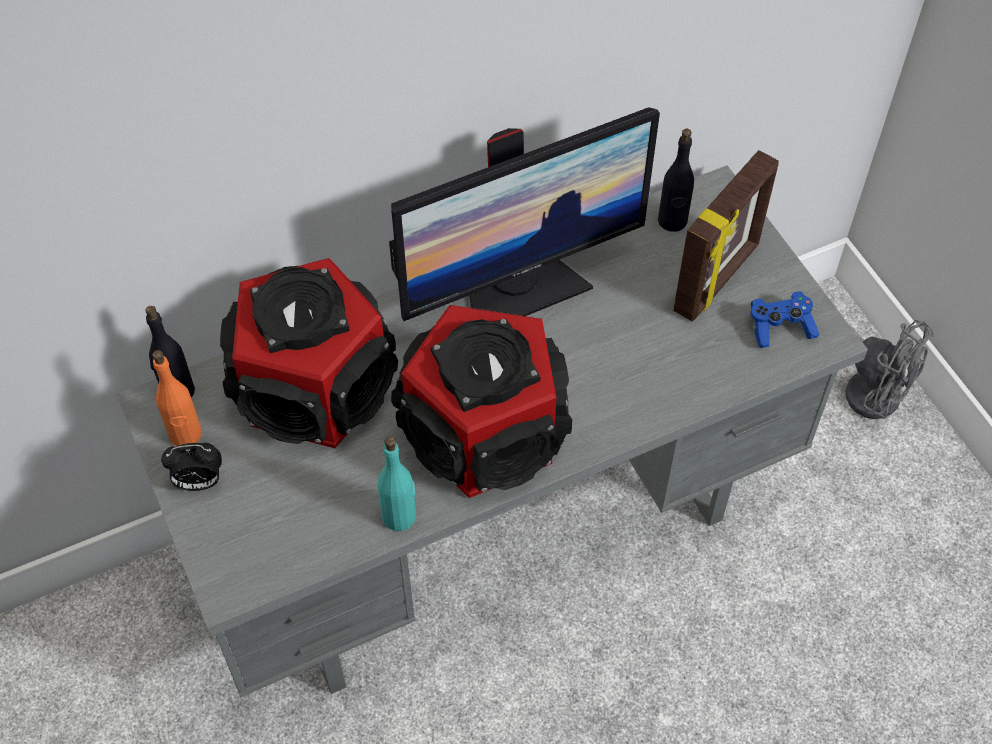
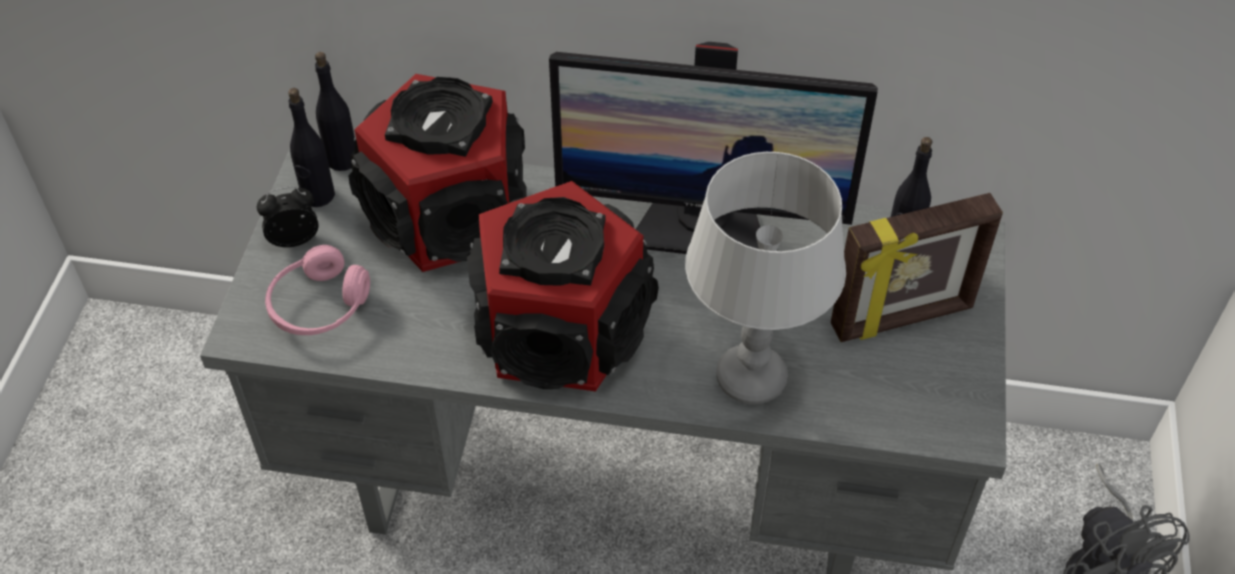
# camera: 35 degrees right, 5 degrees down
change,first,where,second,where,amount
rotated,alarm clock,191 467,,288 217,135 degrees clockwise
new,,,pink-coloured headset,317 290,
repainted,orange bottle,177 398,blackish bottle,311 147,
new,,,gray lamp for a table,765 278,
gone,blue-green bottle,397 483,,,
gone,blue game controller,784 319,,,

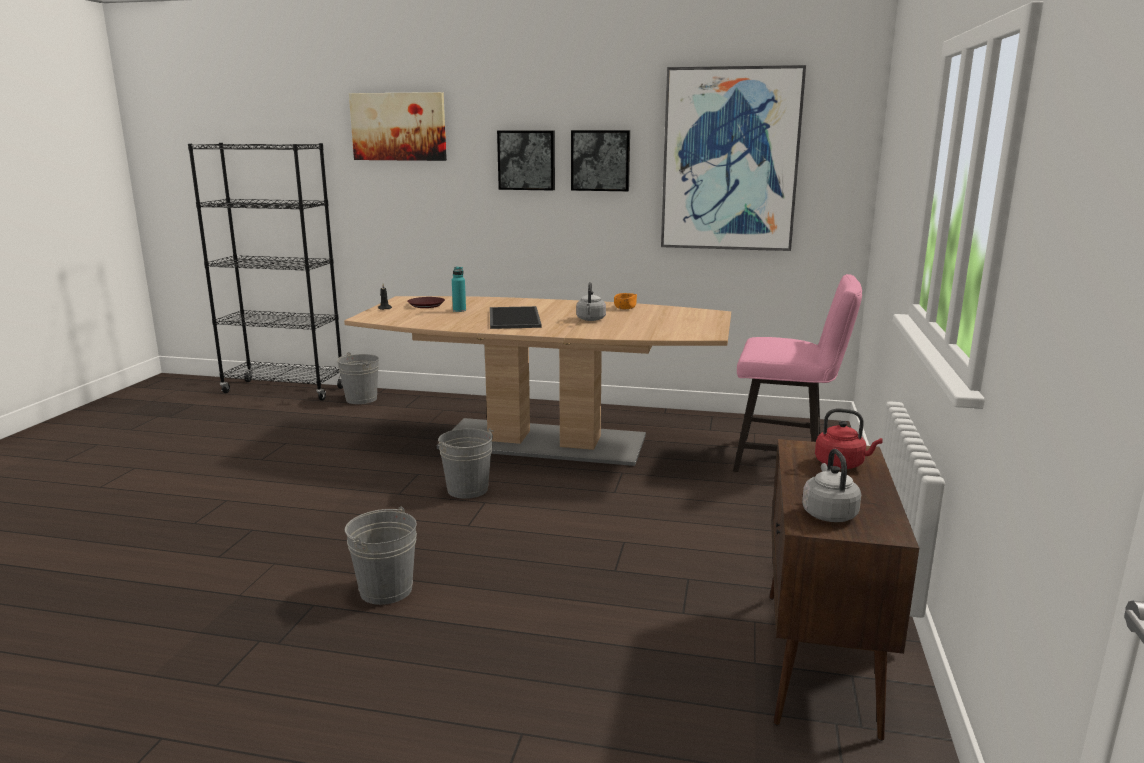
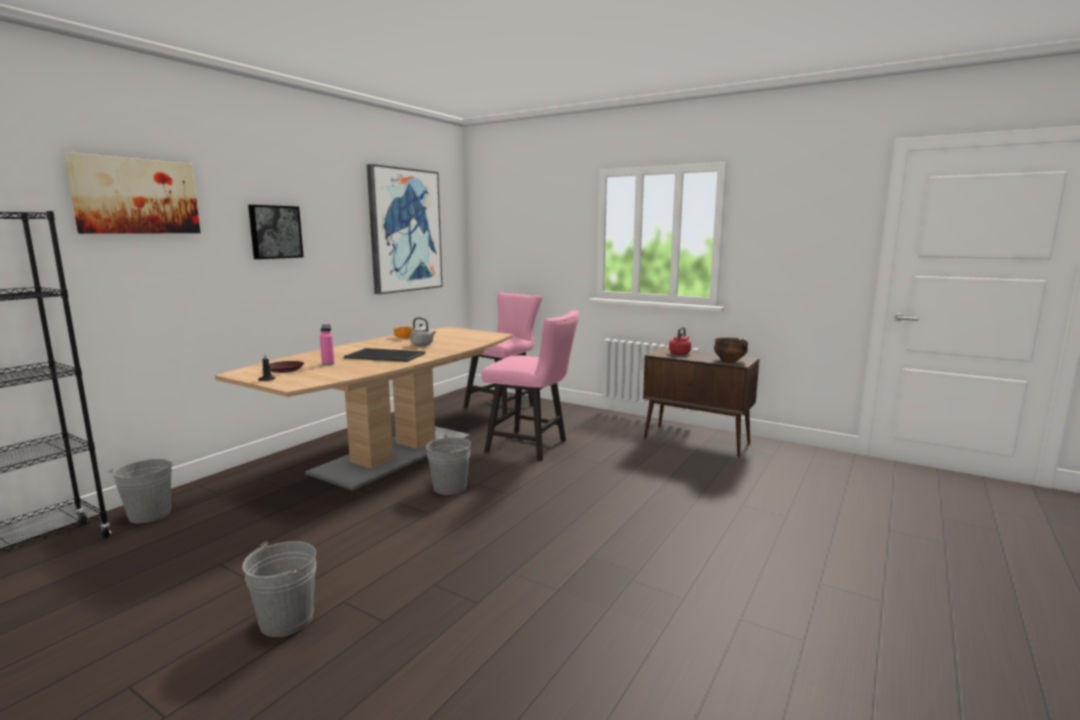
# camera: 70 degrees left, 5 degrees down
change,first,where,second,where,amount
shifted,gray bucket,381 555,,279 589,
repainted,blue-green bottle,459 289,pink-coloured bottle,327 344,
new,,,pink-coloured upright chair,530 385,
swapped,gray kettle,831 485,serving bowl,731 350,
gone,wall picture,600 160,,,

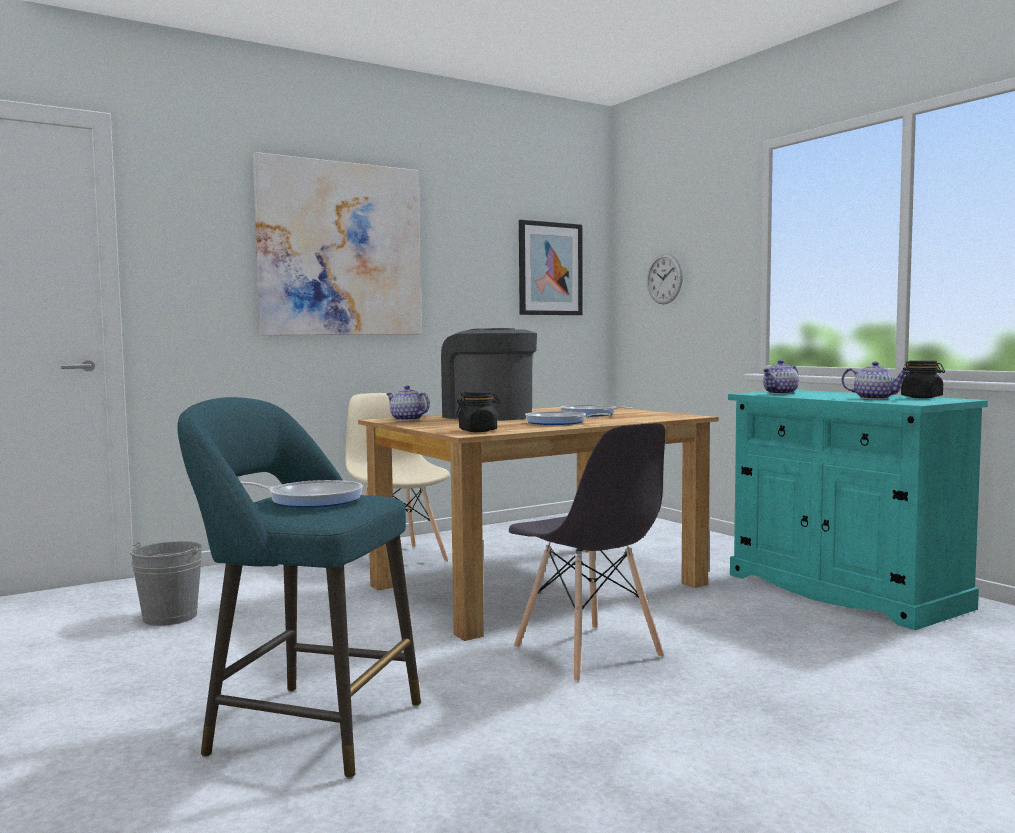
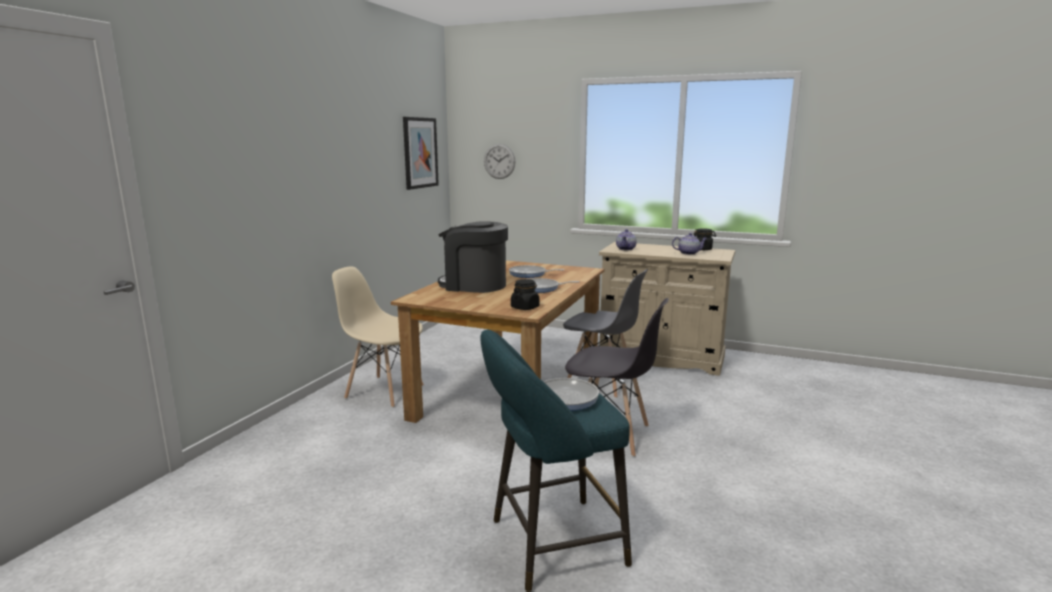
# camera: 35 degrees left, 10 degrees up
change,first,where,second,where,amount
new,,,gray upright chair,605 333,
repainted,blue-green cupboard,858 510,sand-coloured cupboard,667 309,
gone,gray bucket,166 583,,,
gone,wall picture,337 243,,,
gone,pot for tea,408 403,,,

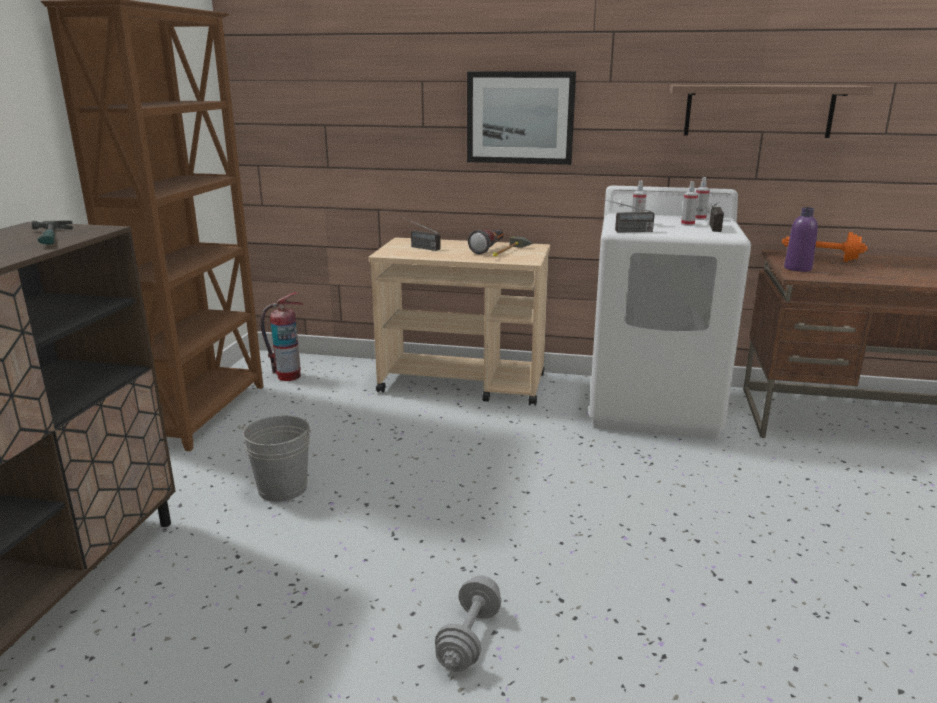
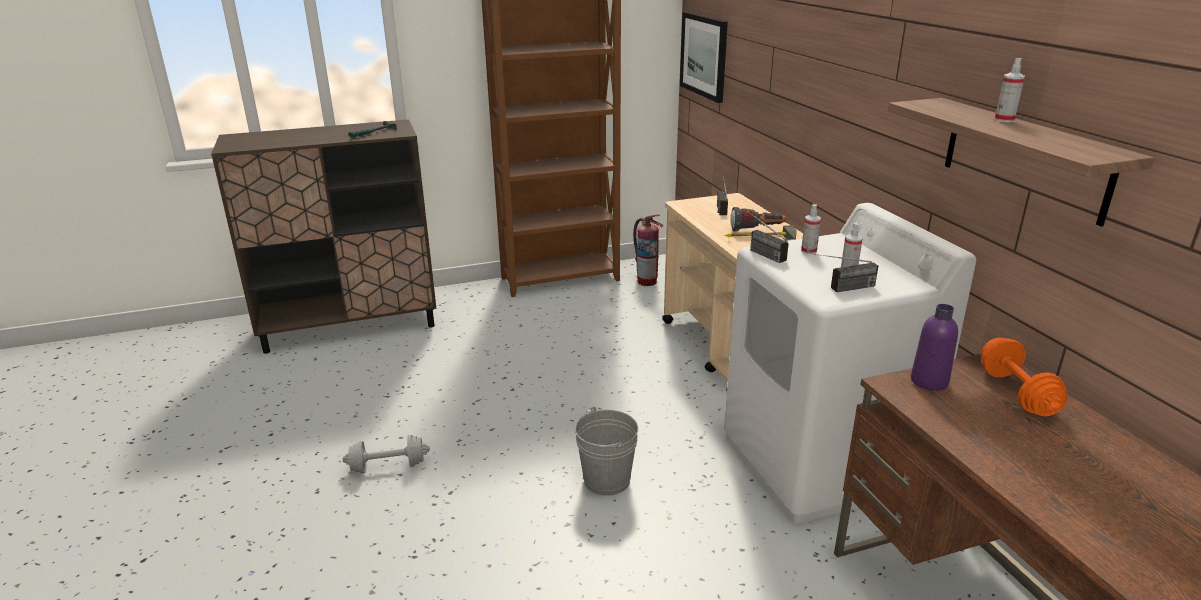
# camera: 60 degrees right, 5 degrees up
change,first,where,second,where,amount
shifted,gray bucket,275 459,,606 451,
shifted,wall picture,521 118,,704 57,
shifted,spray bottle,702 198,,1010 90,

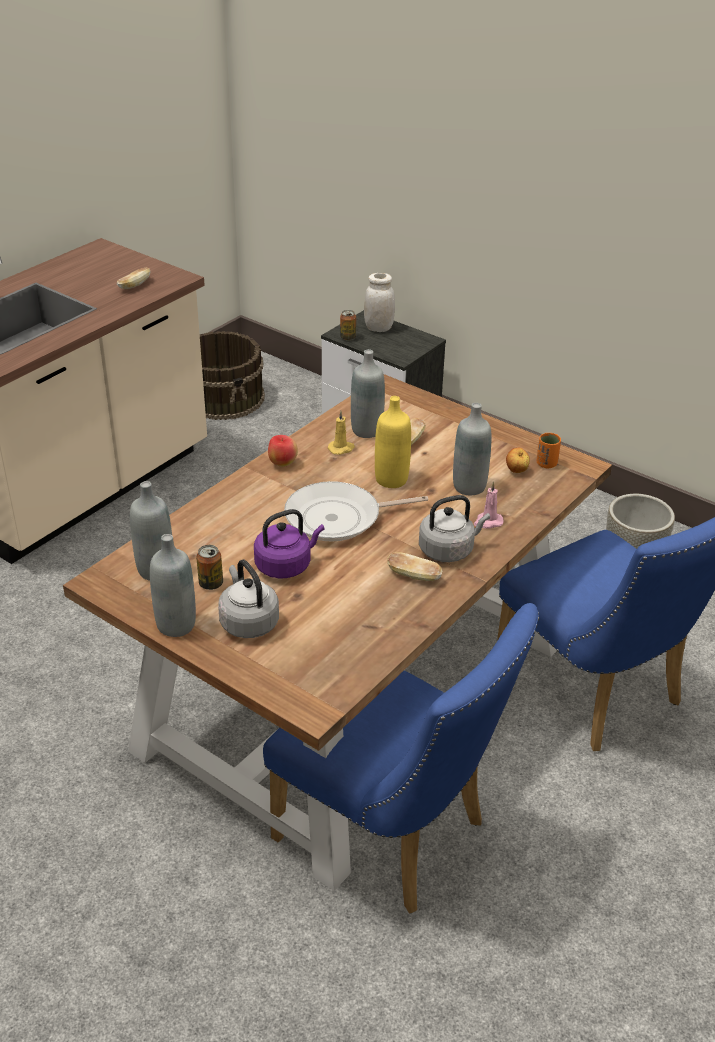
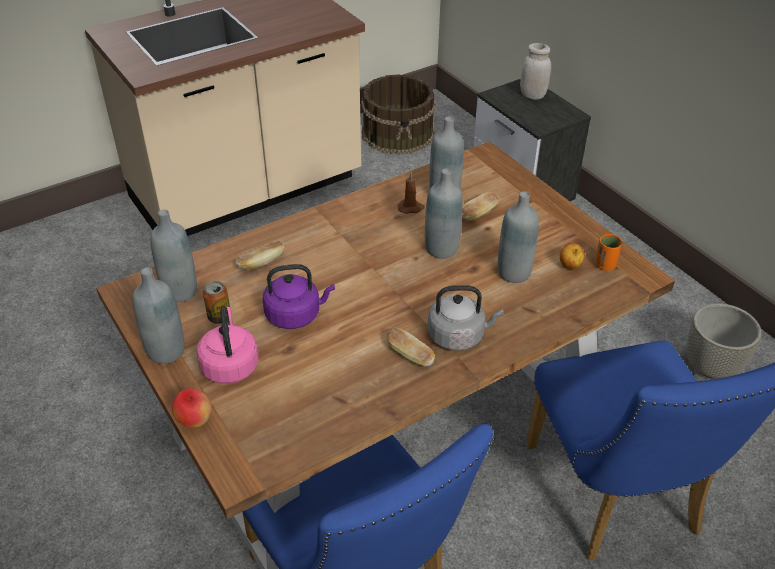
# camera: 20 degrees right, 5 degrees up
change,first,where,second,where,amount
shifted,whole apple,283 451,,192 408,
repainted,gray kettle,248 599,pink-coloured kettle,228 345,
shifted,bread,134 278,,260 255,
repainted,yellow-coloured wax candle,341 433,brown wax candle,411 193,
repainted,yellow-coloured bottle,393 442,gray bottle,444 213,
gone,pan,356 511,,,
gone,can,348 325,,,
gone,pink-coloured wax candle,489 505,,,

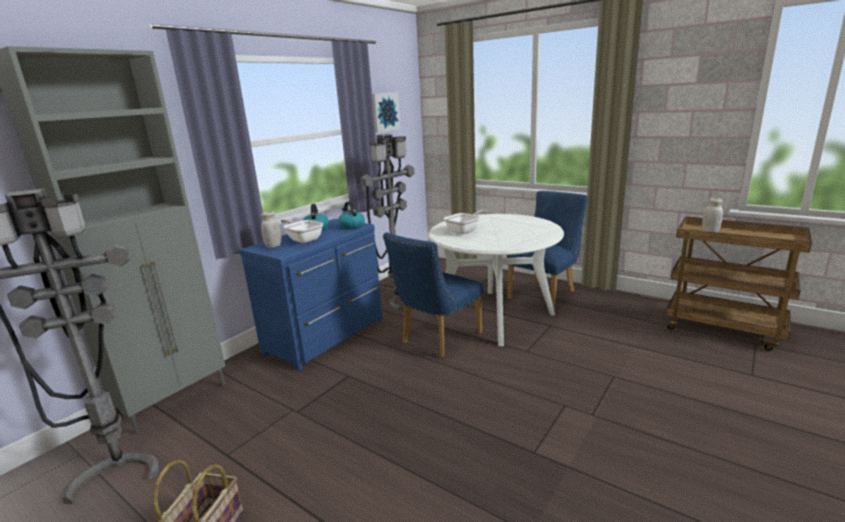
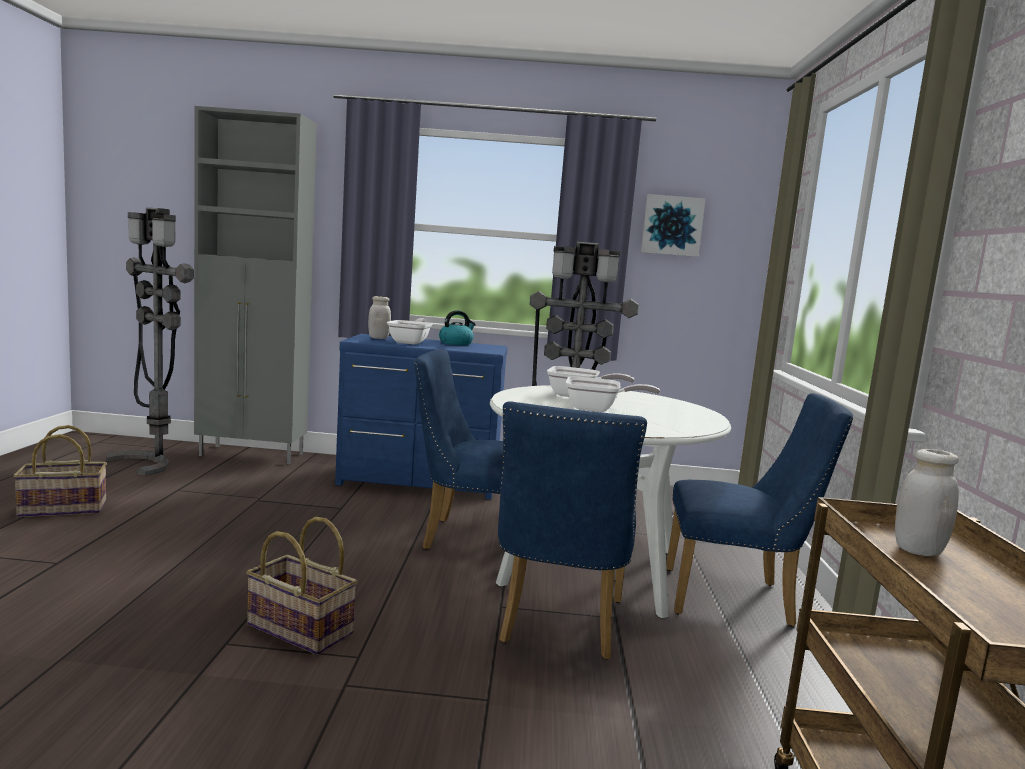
# camera: 55 degrees right, 10 degrees down
change,first,where,second,where,amount
new,,,household basket,301 586,
new,,,blue upright chair,572 530,
new,,,pan,613 394,
gone,kettle,351 215,,,

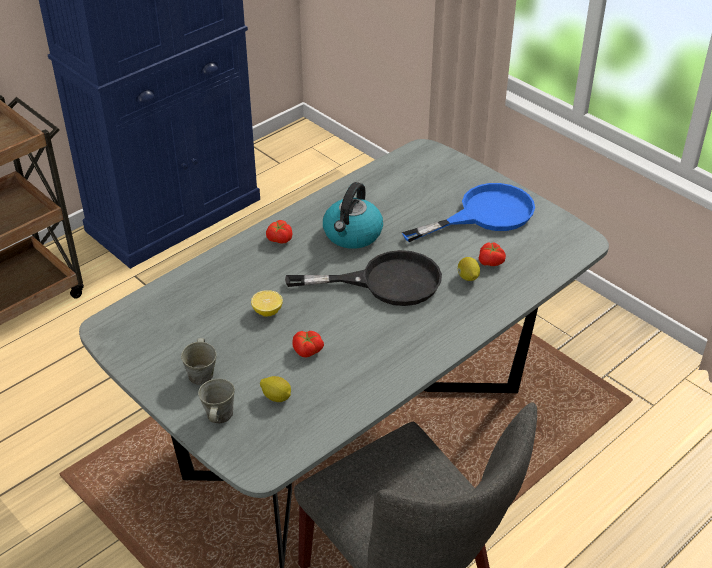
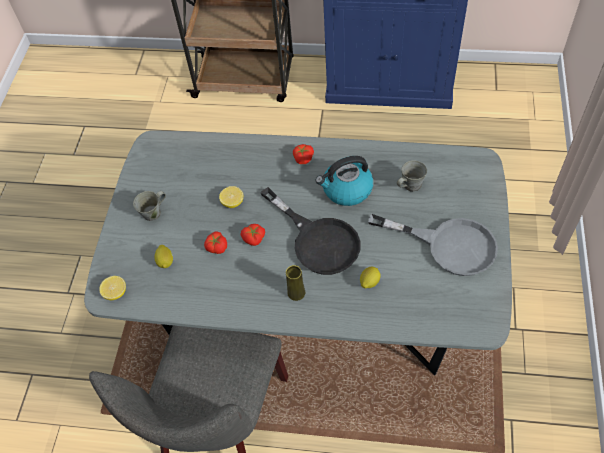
# camera: 55 degrees right, 15 degrees up
change,first,where,second,where,amount
new,,,whole lemon,112 288,
shifted,fresh tomato,492 254,,252 235,
new,,,yellow-coloured vase,295 283,
repainted,blue pan,468 212,gray pan,433 245,
shifted,gray coffee mug,216 401,,412 176,

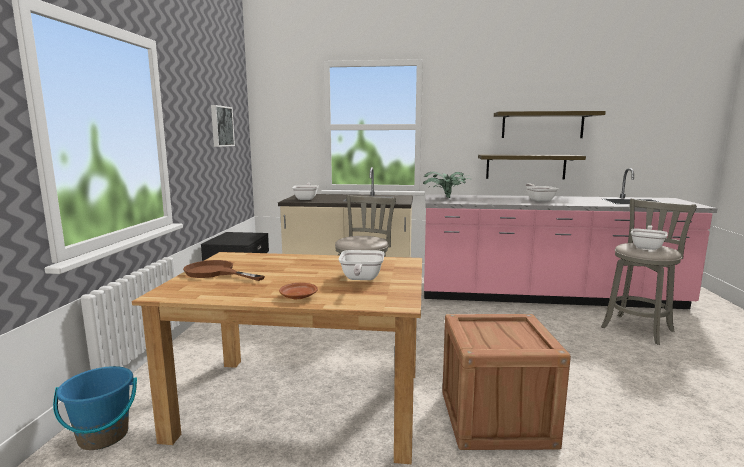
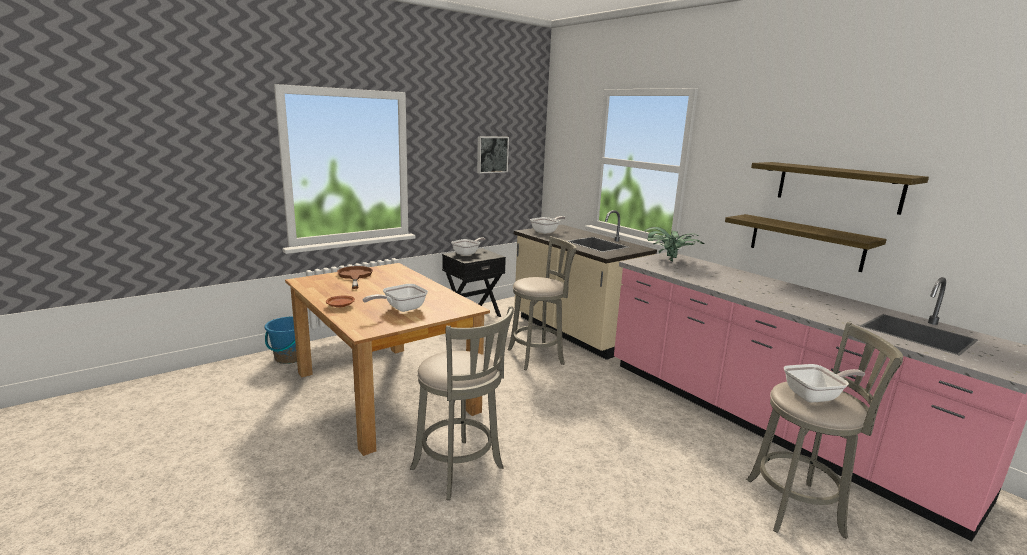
# camera: 45 degrees right, 5 degrees up
change,first,where,second,where,amount
swapped,shipping crate,506 382,gray sitting stool,462 403,
shifted,pan,542 193,,468 246,

